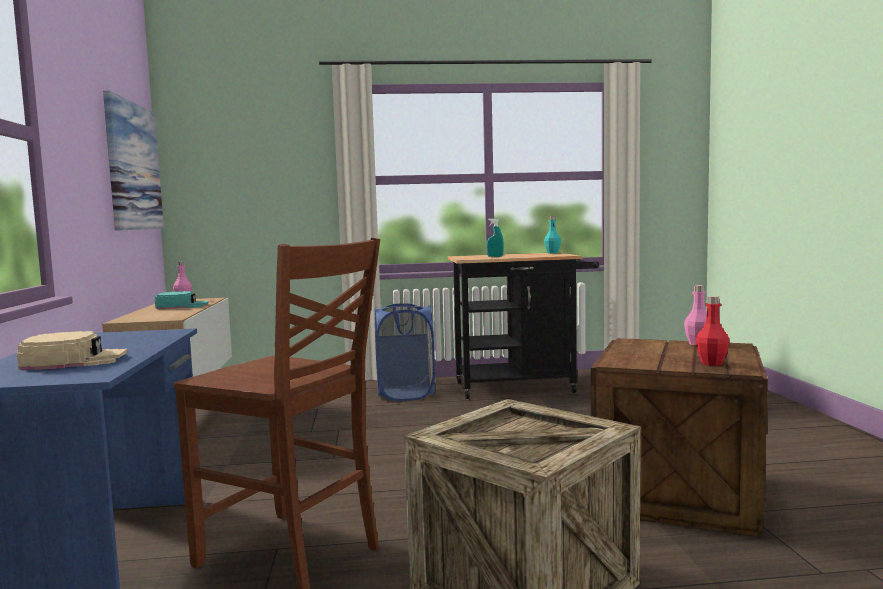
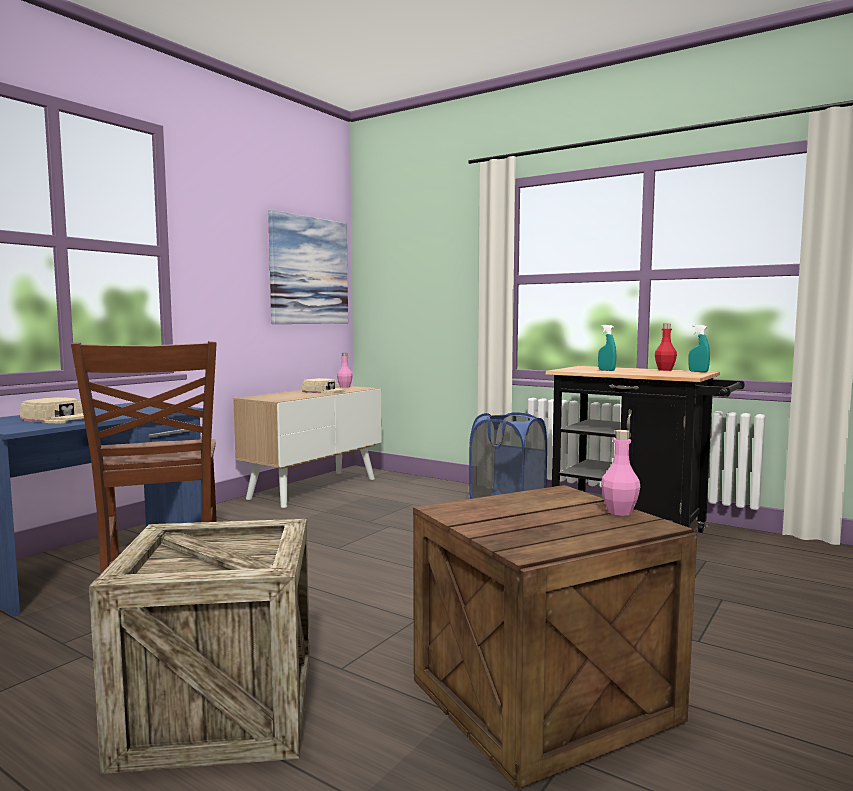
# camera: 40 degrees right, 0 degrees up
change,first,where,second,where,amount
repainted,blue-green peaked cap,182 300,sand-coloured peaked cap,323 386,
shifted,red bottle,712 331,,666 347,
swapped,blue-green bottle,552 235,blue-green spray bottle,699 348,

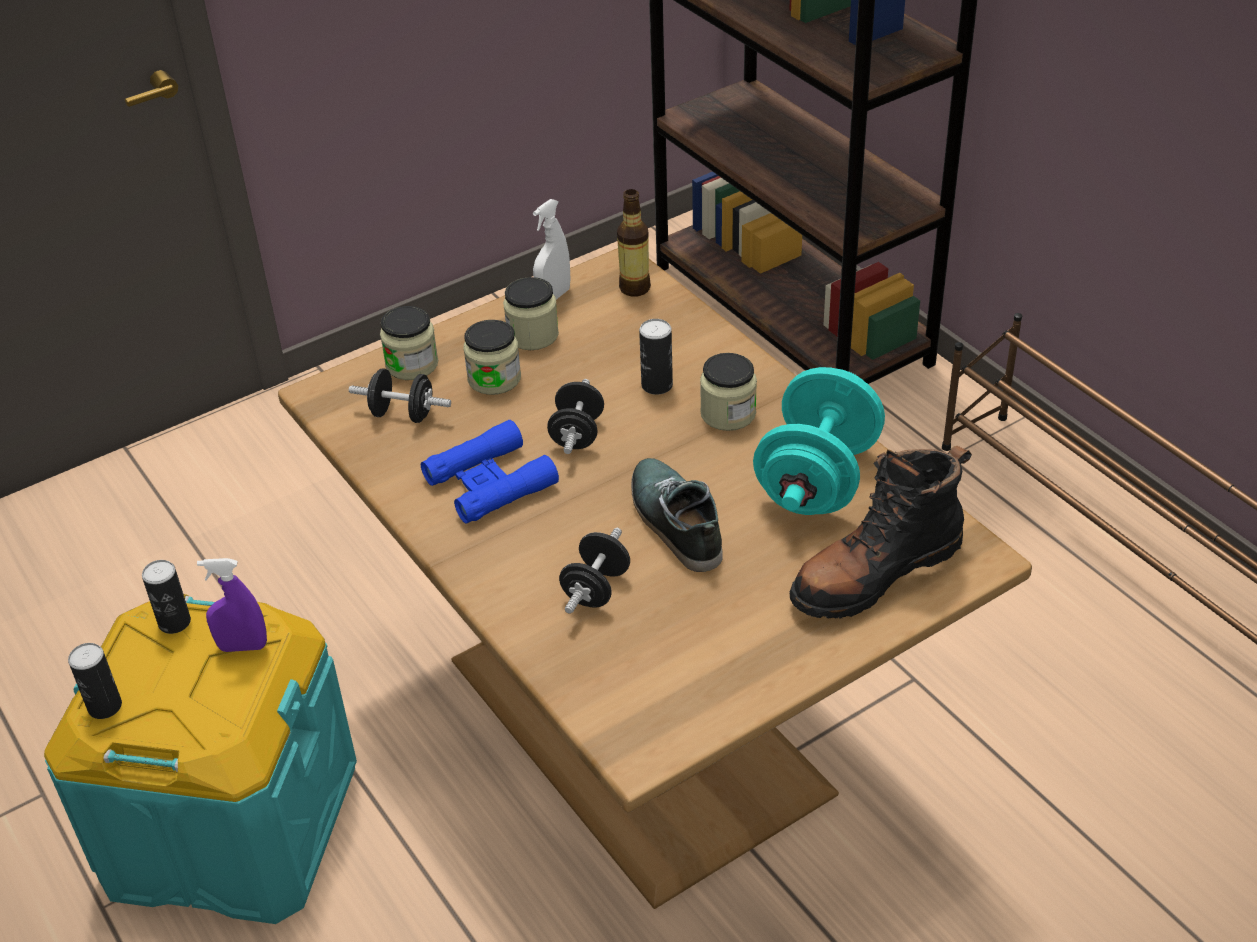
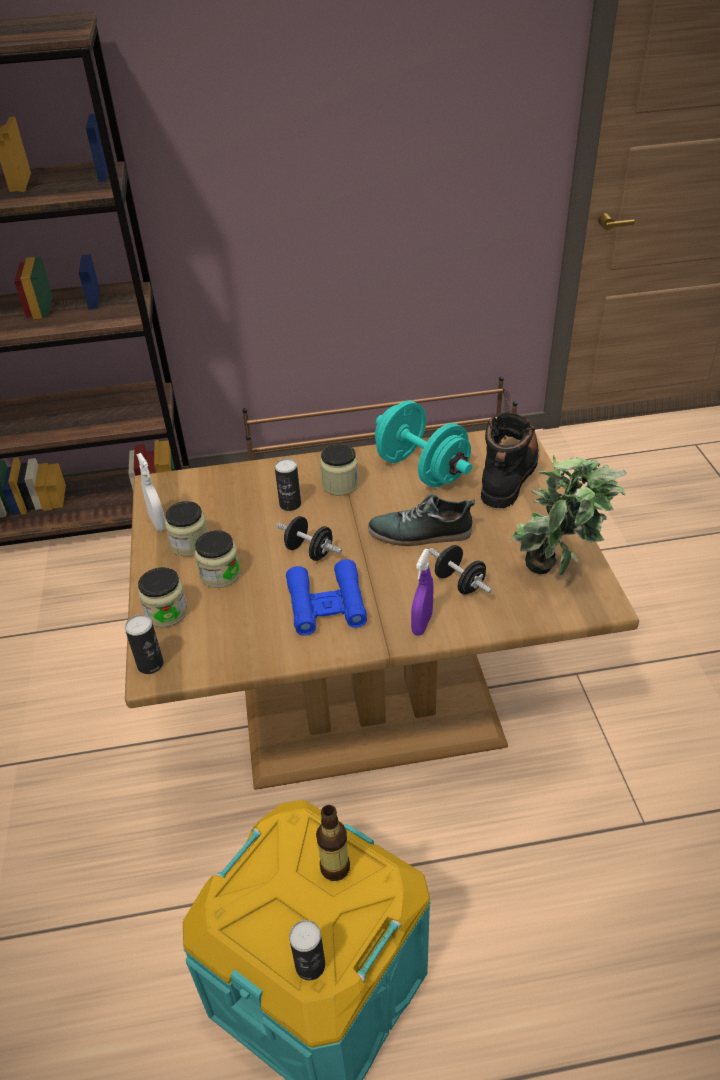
# camera: 65 degrees left, 0 degrees up
change,first,where,second,where,amount
shifted,can,166 597,,144 644,
shifted,bottle,634 243,,333 843,
shifted,purplish spray bottle,232 605,,422 592,
rotated,blackish tall boot,880 532,,510 460,150 degrees counterclockwise
new,,,potted plant,569 515,
gone,blackish free weight,400 396,,,

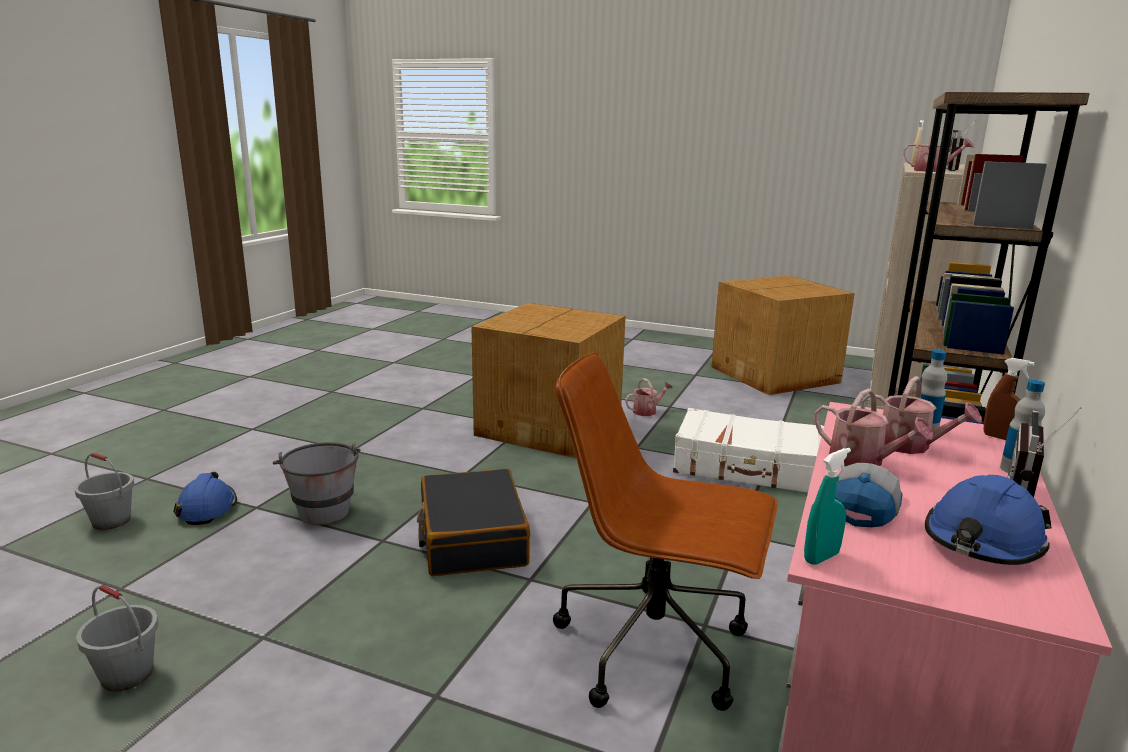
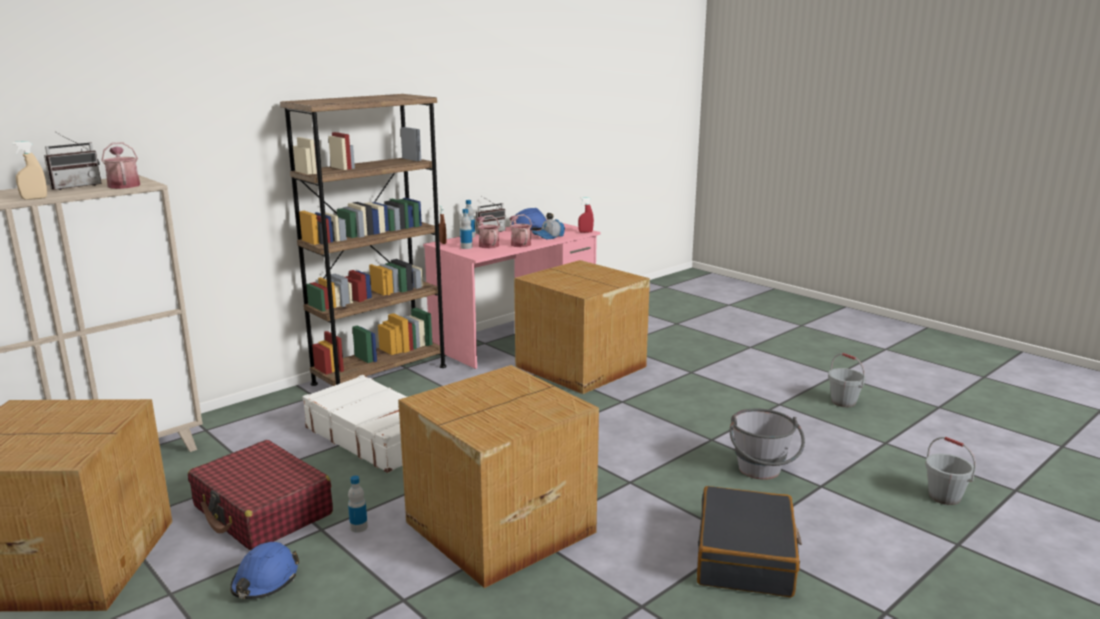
# camera: 155 degrees left, 0 degrees up
change,first,where,second,where,amount
new,,,red suitcase,260 495,
shifted,blue work helmet,205 498,,264 570,
swapped,sprinkling can,649 397,bottle,358 504,
swapped,brown computer chair,665 531,packing box,582 327,
repainted,blue-green spray bottle,827 506,red spray bottle,586 215,
shifted,blackish suitcase,473 522,,749 542,

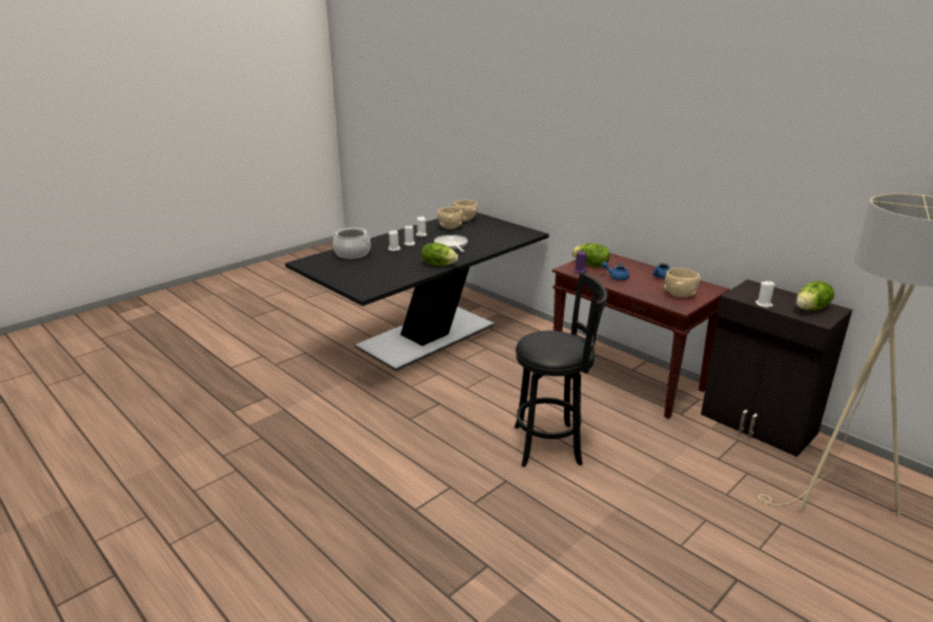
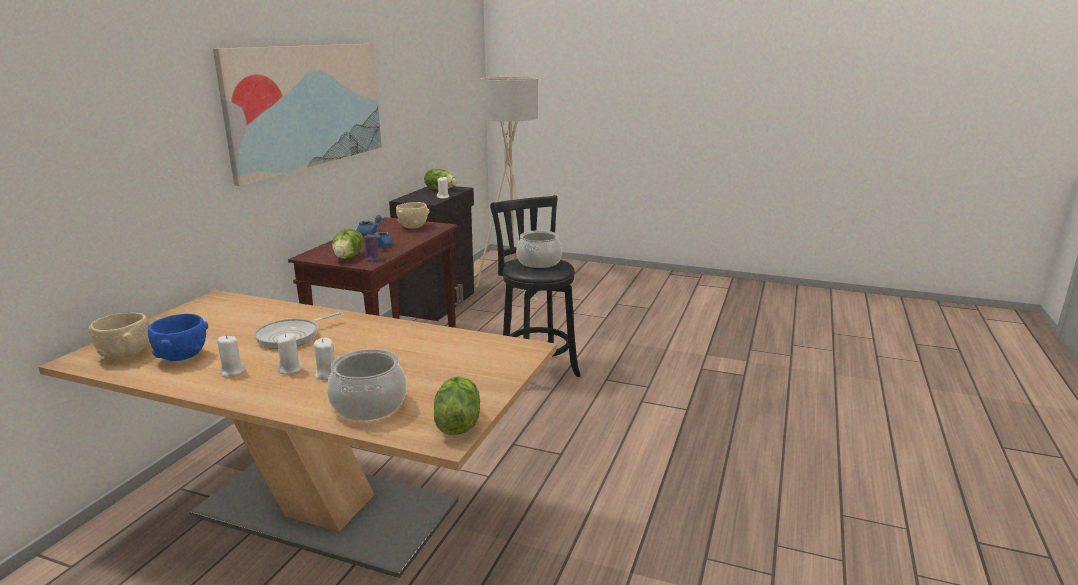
# camera: 115 degrees left, 5 degrees down
change,first,where,second,where,amount
repainted,blackish dining table,417 291,sand-coloured dining table,297 434,
repainted,sand-coloured serving bowl,450 218,blue serving bowl,178 337,
new,,,wall picture,297 115,
shifted,lettuce head,440 254,,457 405,
new,,,cooking pot,539 249,

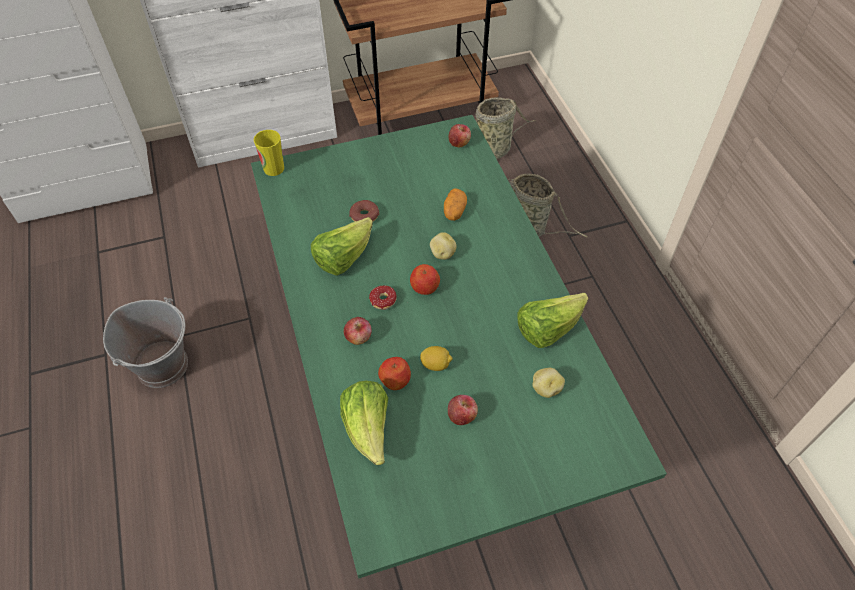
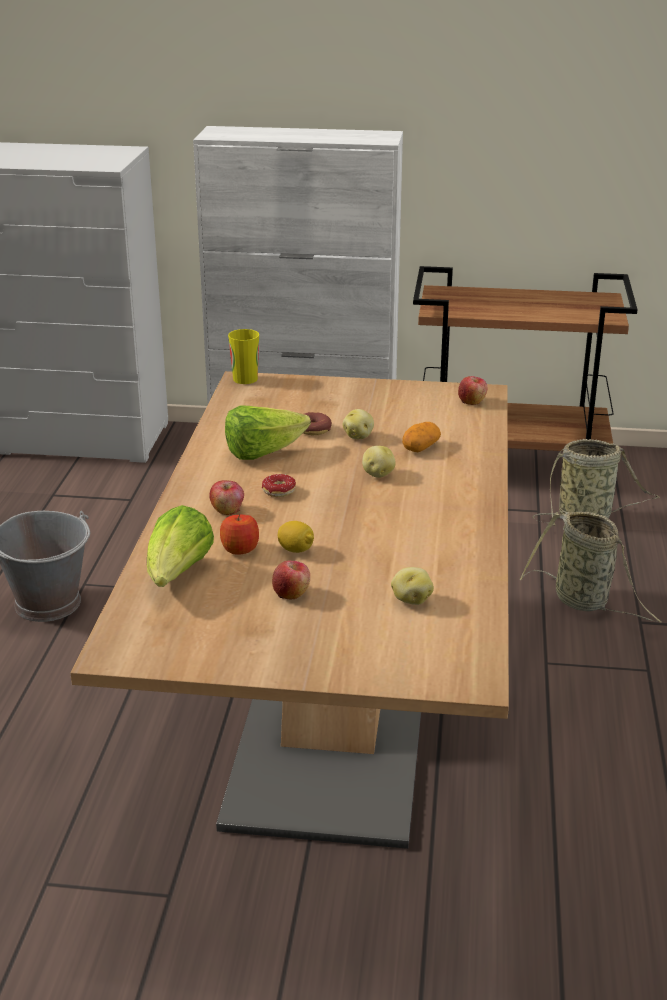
# camera: 25 degrees right, 25 degrees down
change,first,where,second,where,amount
repainted,greenish dining table,459 347,brown dining table,289 610,
new,,,spud,358 424,
gone,whole apple,425 279,,,
gone,lettuce head,552 320,,,

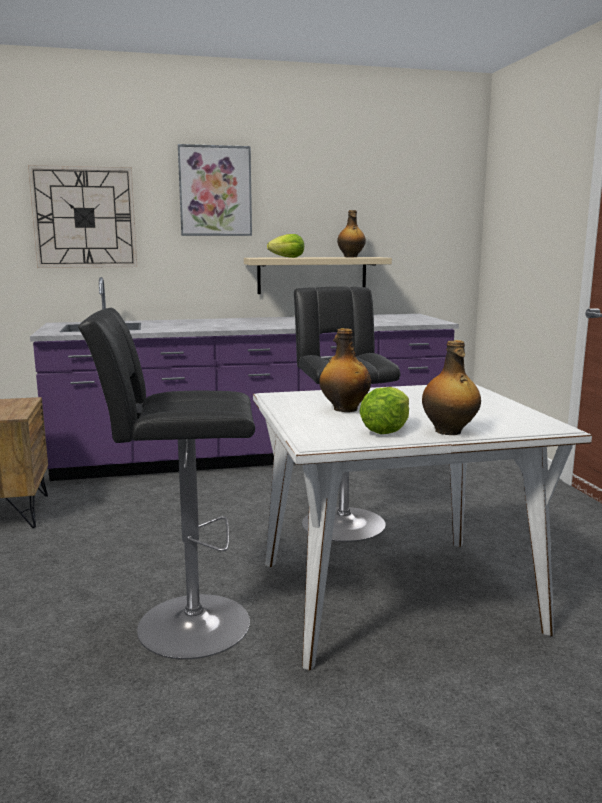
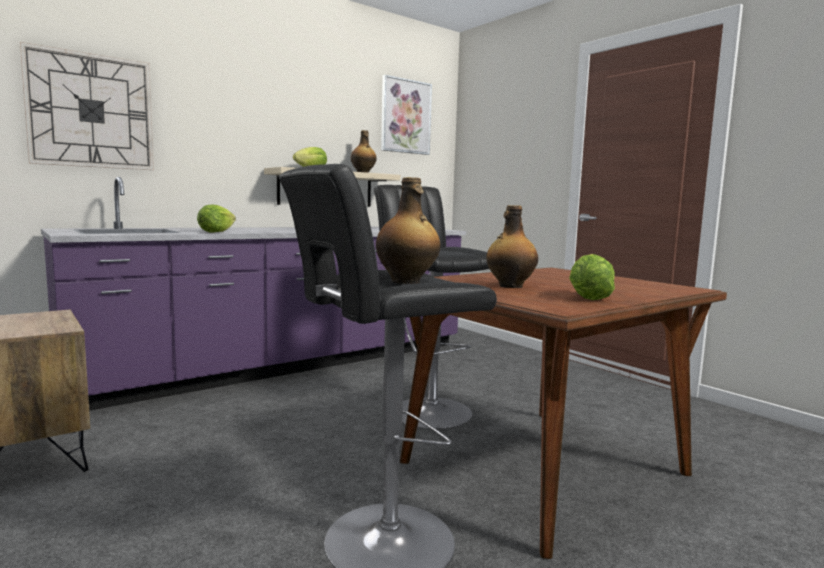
# camera: 25 degrees left, 5 degrees down
change,first,where,second,where,amount
new,,,lettuce head,216 218,
shifted,bottle,451 387,,408 230,
shifted,wall picture,215 190,,406 115,
repainted,whitish dining table,422 527,brown dining table,563 413,

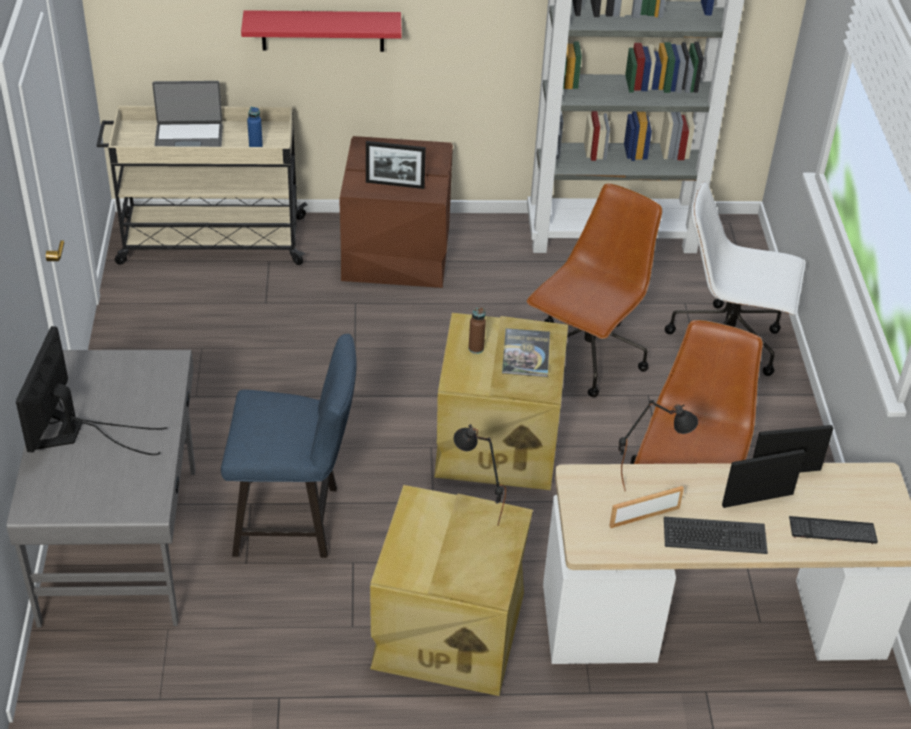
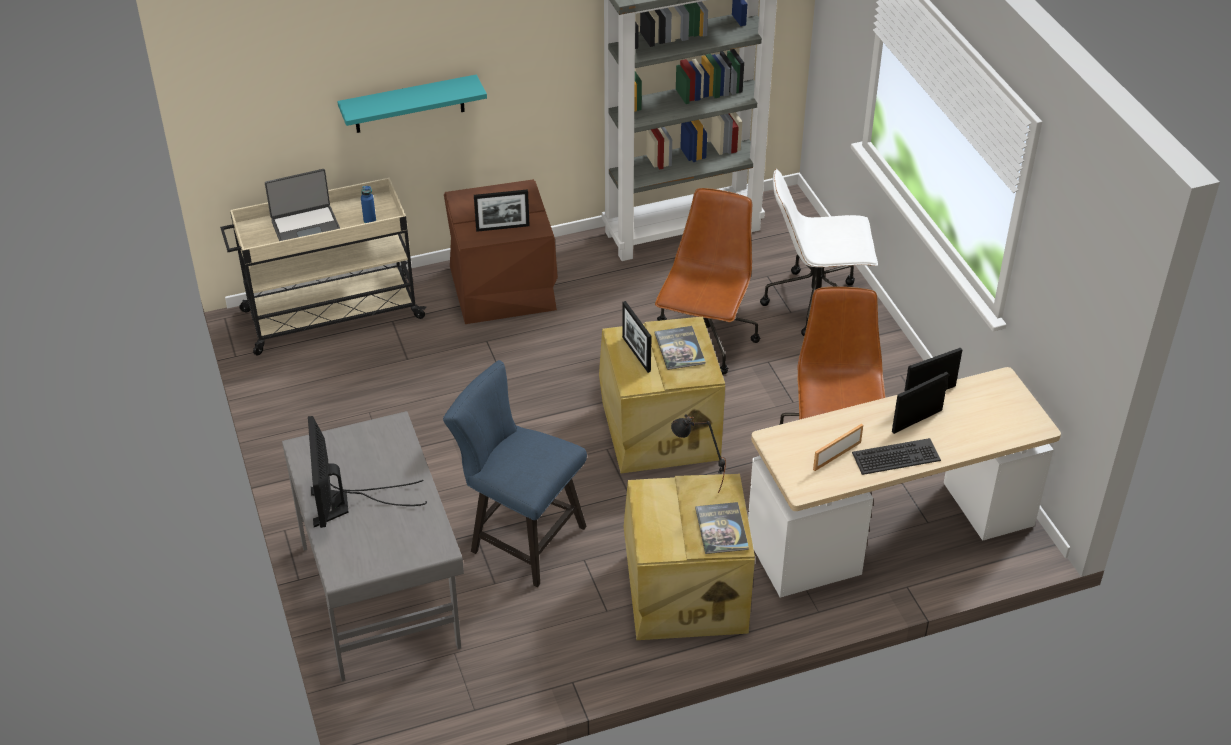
# camera: 15 degrees left, 0 degrees up
change,first,where,second,where,amount
repainted,red bracket shelf,321 31,blue-green bracket shelf,412 103,
rotated,blue upright chair,289 446,,515 473,135 degrees counterclockwise
swapped,brown bottle,477 330,standing frame,637 337,
new,,,volume,722 528,
gone,blackish lamp for a table,658 445,,,
gone,keyboard,833 530,,,

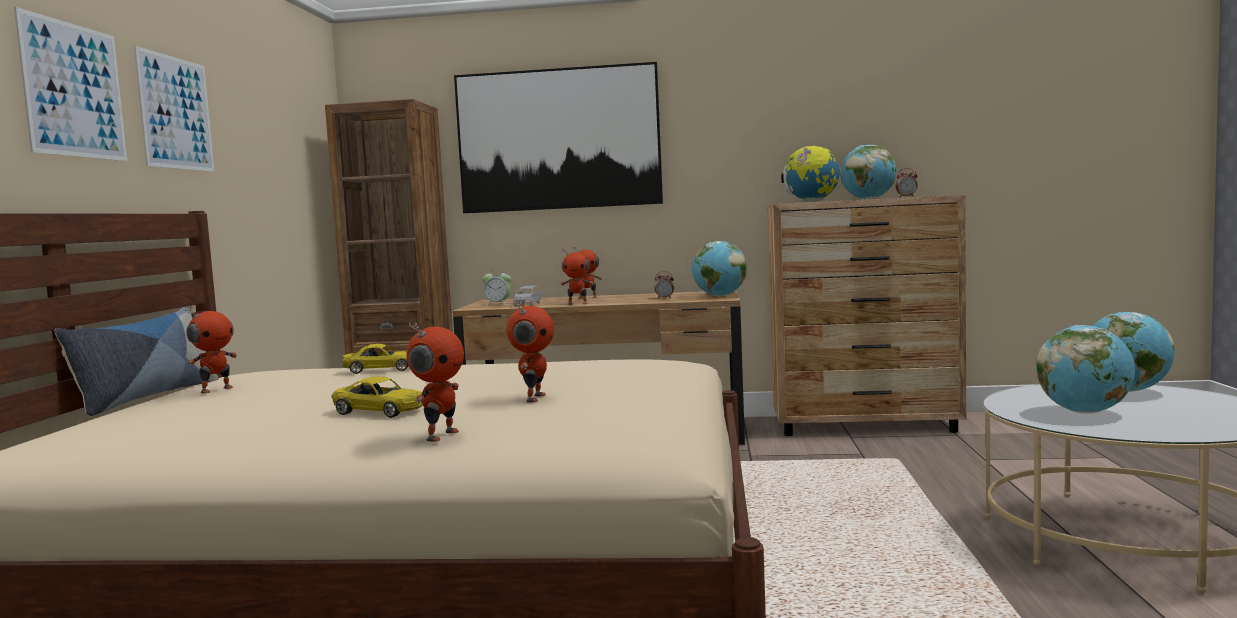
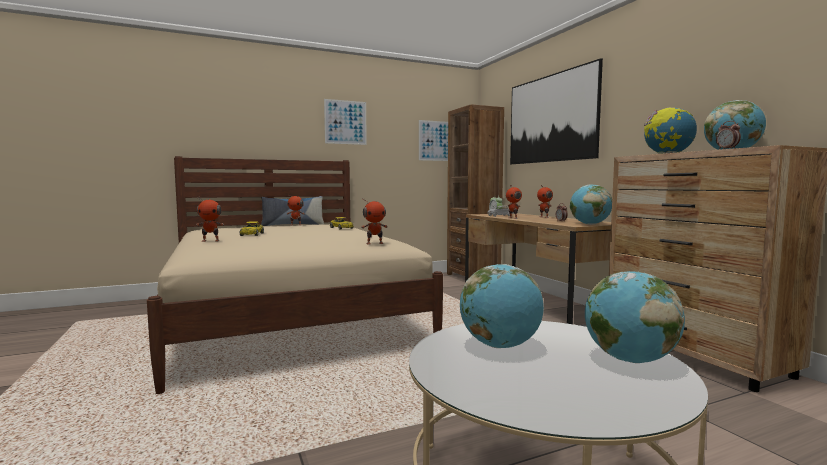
# camera: 60 degrees right, 0 degrees up
change,first,where,second,where,amount
shifted,toy robot,530 351,,374 222,
shifted,wall picture,70 84,,433 140,

